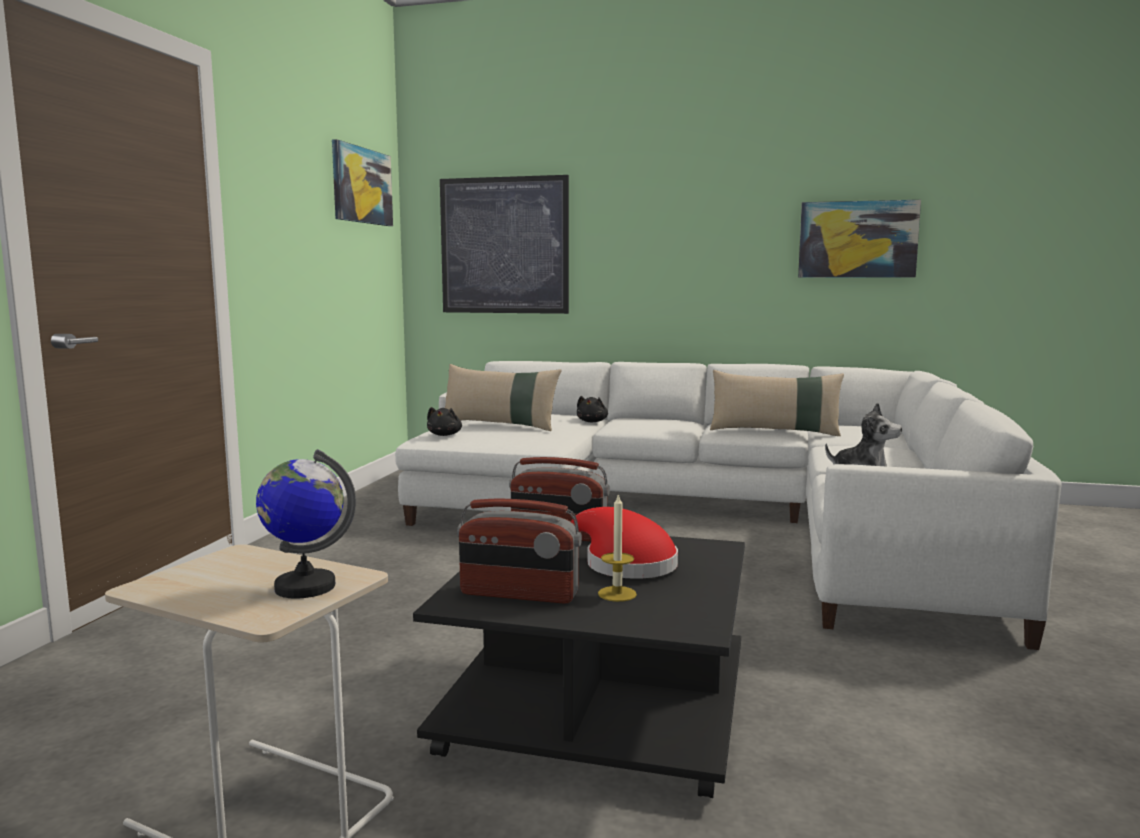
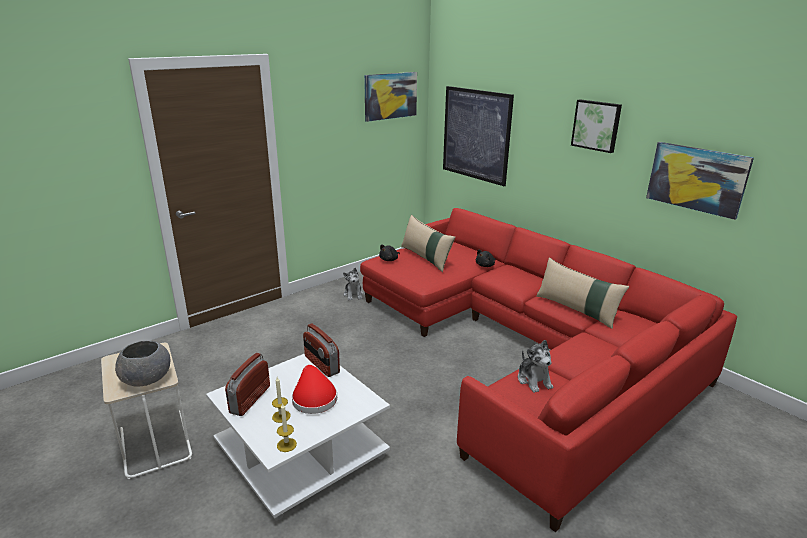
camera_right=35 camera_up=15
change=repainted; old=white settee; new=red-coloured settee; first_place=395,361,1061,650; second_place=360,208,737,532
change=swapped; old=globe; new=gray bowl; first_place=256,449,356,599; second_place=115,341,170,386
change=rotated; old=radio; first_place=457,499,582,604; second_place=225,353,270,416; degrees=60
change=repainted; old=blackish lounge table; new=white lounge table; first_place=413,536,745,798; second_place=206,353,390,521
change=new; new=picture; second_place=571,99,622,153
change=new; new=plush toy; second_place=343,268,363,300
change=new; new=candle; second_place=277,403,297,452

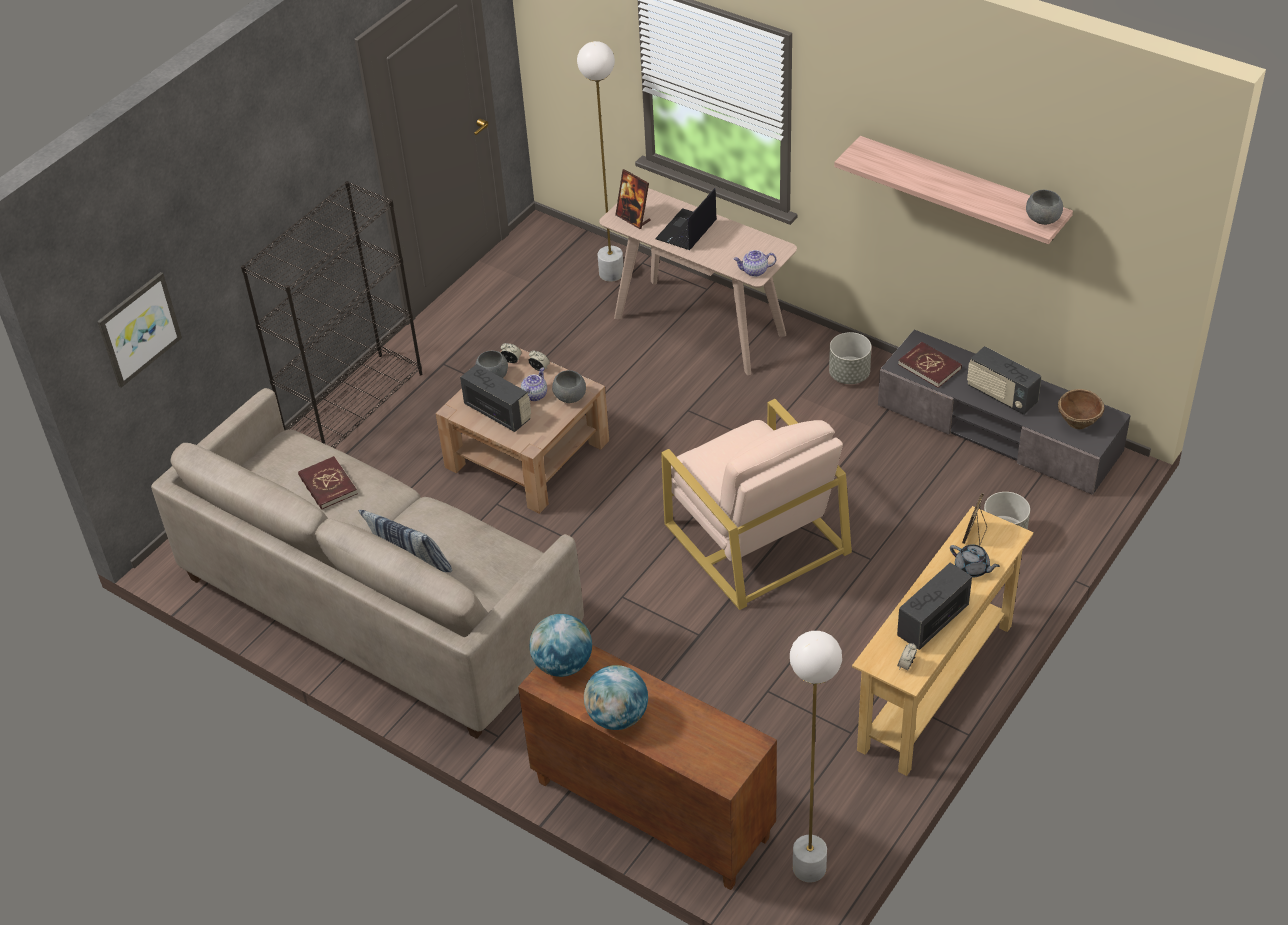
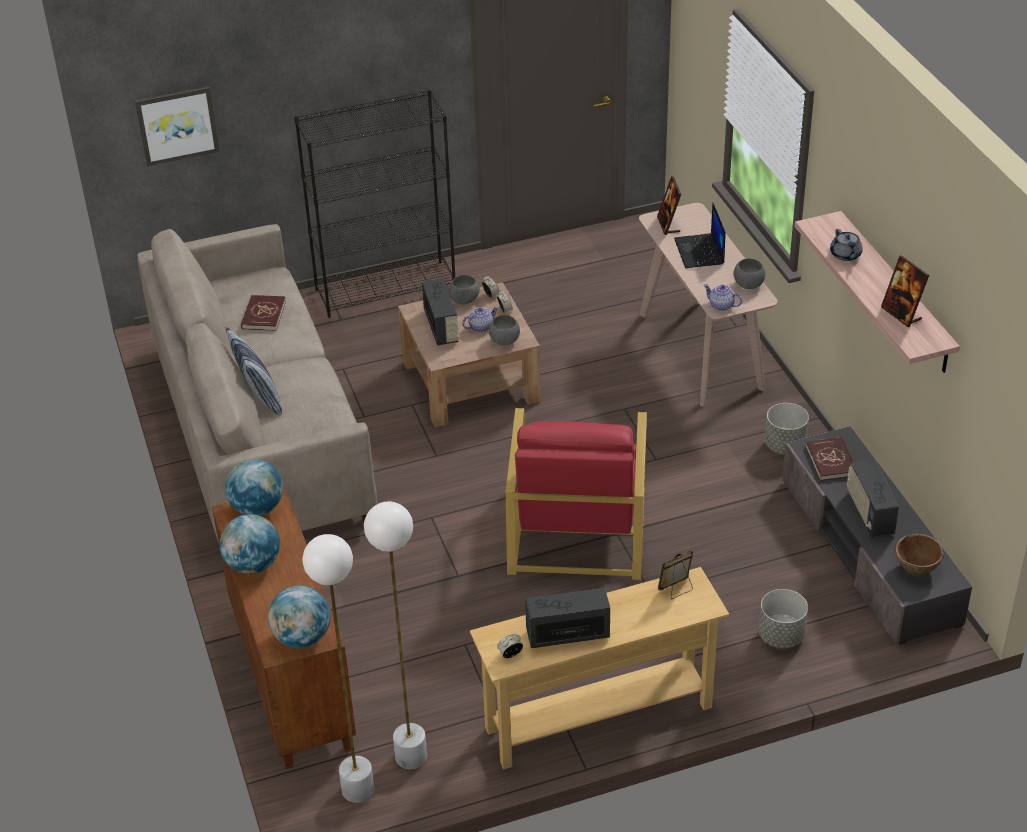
camera_right=35 camera_up=-5
change=shifted; old=white floor lamp; first_place=577,41,623,282; second_place=364,501,427,769
change=rotated; old=notebook computer; first_place=655,188,717,250; second_place=674,202,726,268; degrees=-75
change=shifted; old=gray bowl; first_place=1026,190,1063,225; second_place=733,258,765,289
change=repainted; old=beige-coloured lounge chair; new=red-coloured lounge chair; first_place=661,399,852,610; second_place=506,408,647,580
change=shifted; old=gray tea pot; first_place=950,544,1000,577; second_place=830,229,863,261
change=new; new=picture frame; second_place=881,255,929,327
change=new; new=globe; second_place=268,586,331,648

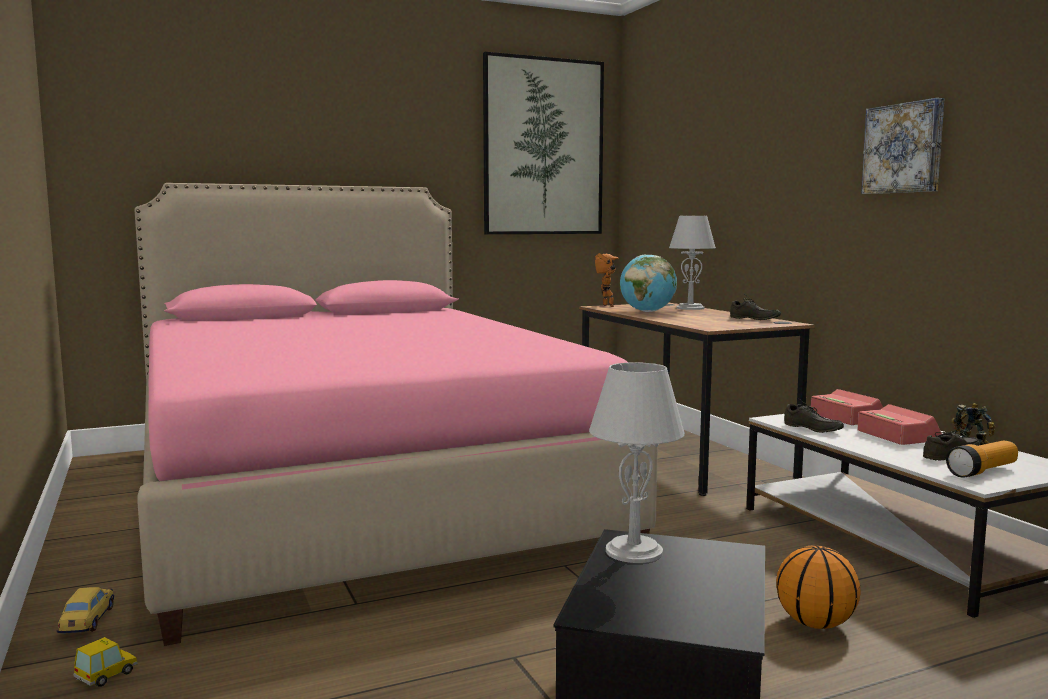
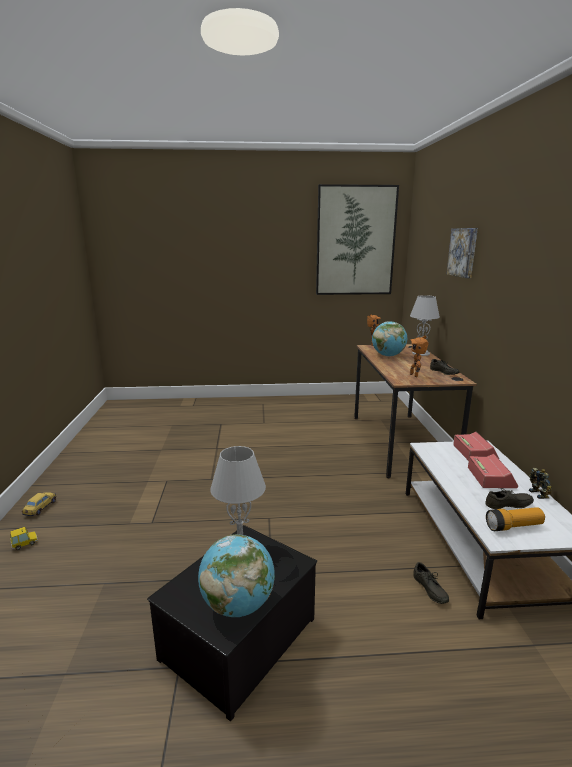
camera_right=20 camera_up=10
change=shifted; old=picture; first_place=861,98,944,194; second_place=446,228,478,278
change=gone; old=pink-coloured bedroom bed; first_place=134,183,658,646
change=shifted; old=gray item of footwear; first_place=784,398,844,433; second_place=413,562,449,604
change=gone; old=basketball; first_place=776,545,861,629
change=new; new=model robot; second_place=410,335,429,377
change=new; new=globe; second_place=198,534,275,617

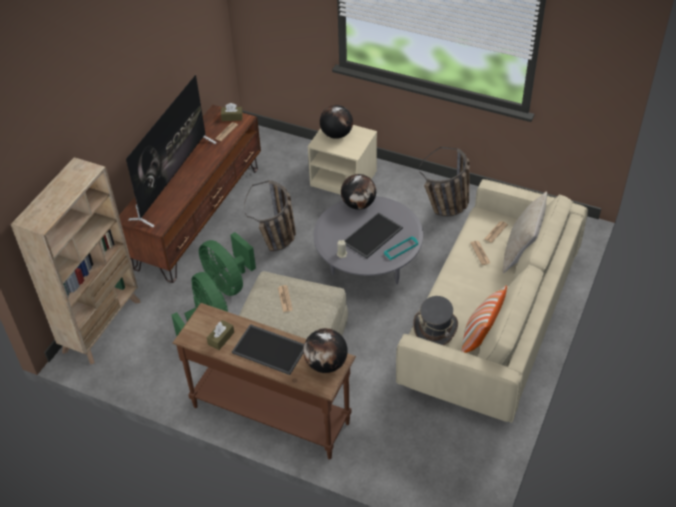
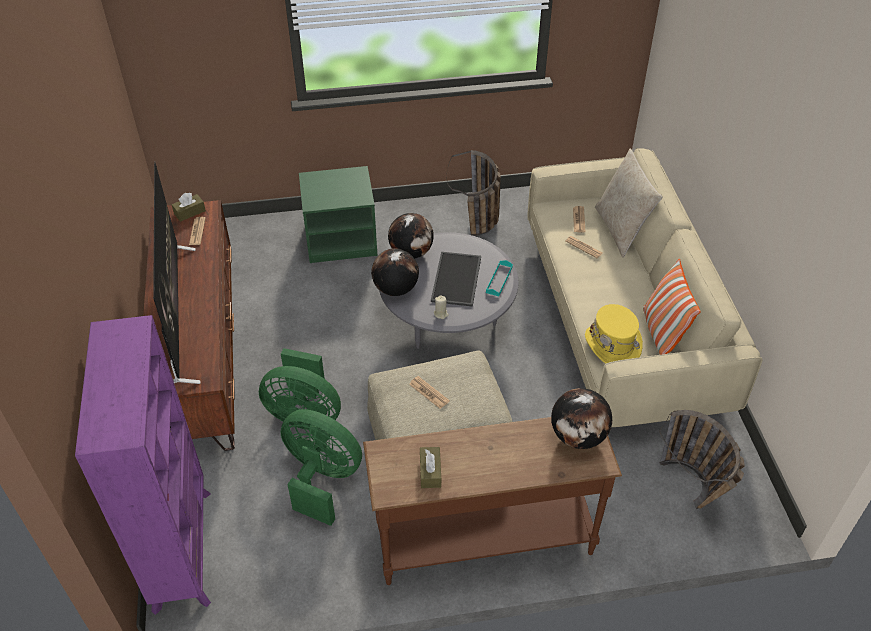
camera_right=-35 camera_up=0
change=shifted; old=globe; first_place=320,105,353,139; second_place=371,248,419,296
change=repainted; old=beige-coloured nightstand; new=green nightstand; first_place=308,125,377,195; second_place=299,166,377,263
change=repainted; old=beige-coloured bookcase; new=purple-coloured bookcase; first_place=11,157,141,364; second_place=75,315,211,615
change=shifted; old=basket; first_place=244,180,296,251; second_place=659,410,745,509
change=repainted; old=gray wearable hat; new=yellow wearable hat; first_place=413,296,458,345; second_place=585,304,643,364
change=gone; old=tray; first_place=232,324,304,375

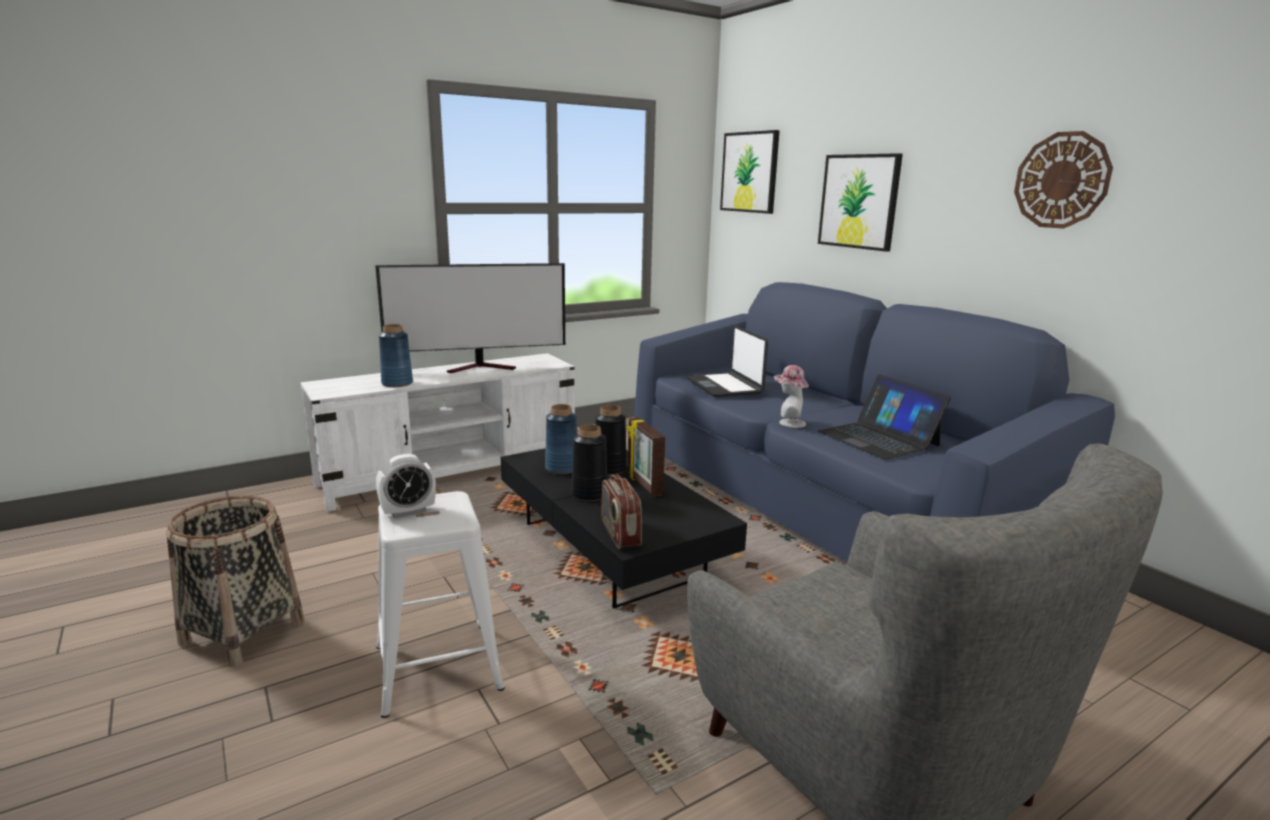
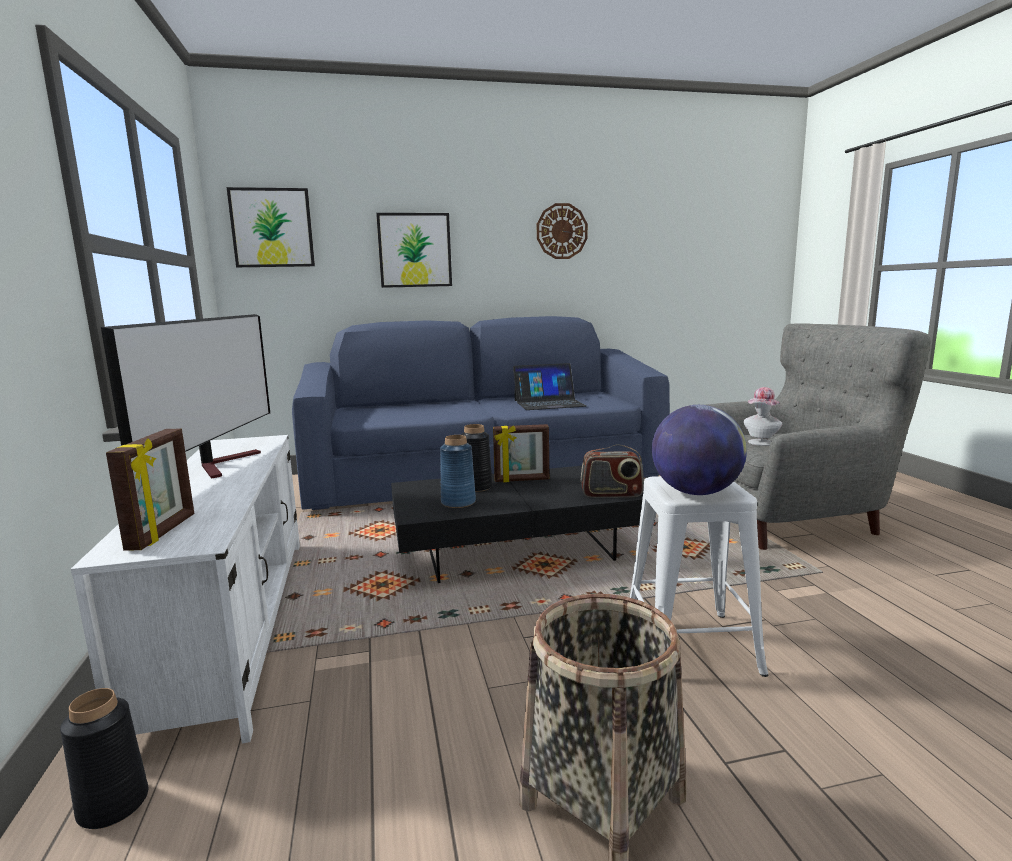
camera_right=-70 camera_up=-5
change=gone; old=bluish decorative vase; first_place=379,324,413,387
change=gone; old=notebook computer; first_place=686,325,768,397
change=shifted; old=wearable hat; first_place=774,365,809,428; second_place=744,387,783,446
change=shifted; old=blackish decorative vase; first_place=571,425,607,501; second_place=60,688,148,829
change=swapped; old=table clock; new=globe; first_place=376,454,436,519; second_place=652,405,747,495
change=new; new=picture frame; second_place=106,429,194,551

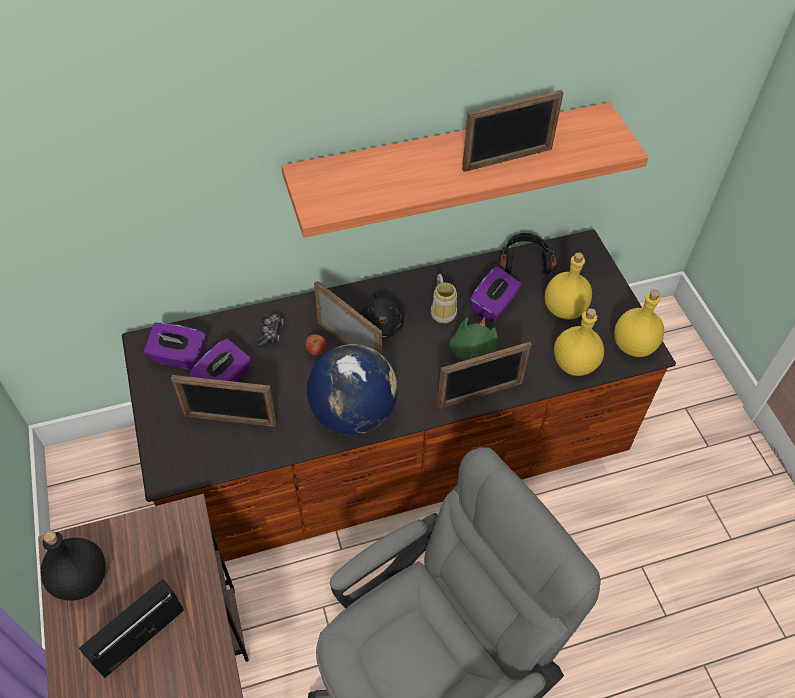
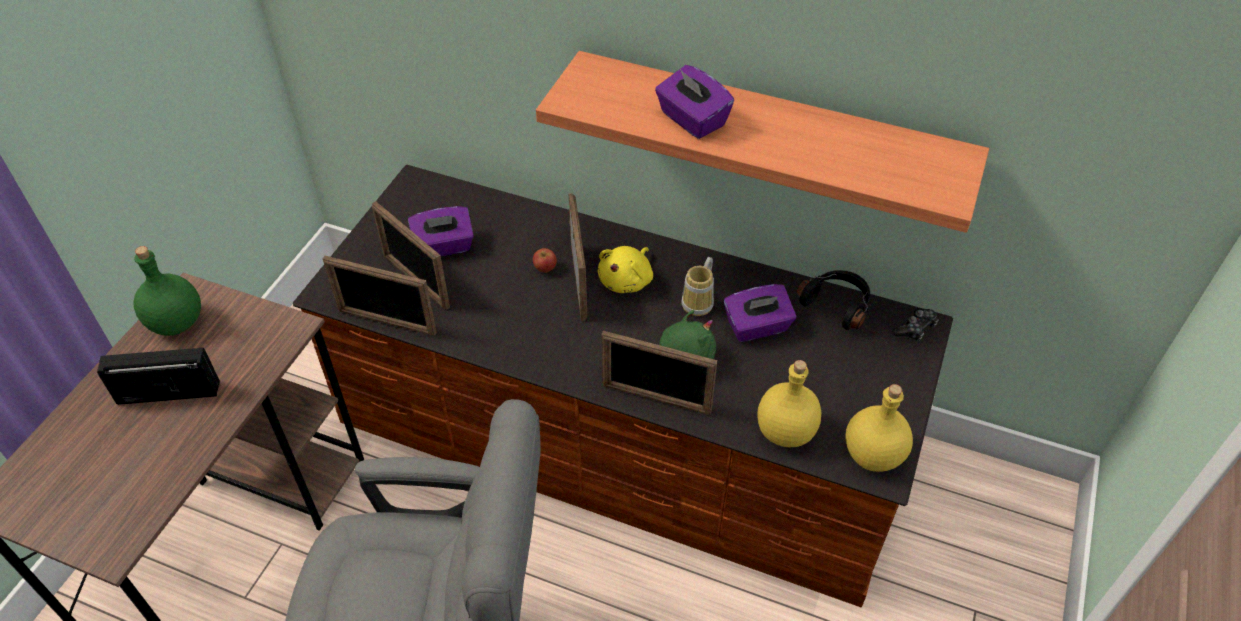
camera_right=40 camera_up=-5
change=shifted; old=picture frame; first_place=462,90,564,172; second_place=323,256,437,336
change=gone; old=yellow beverage bottle; first_place=545,252,592,320
change=repainted; old=blackish plush toy; new=yellow plush toy; first_place=359,292,405,338; second_place=597,246,653,293
change=shifted; old=gamepad; first_place=255,314,283,348; second_place=892,308,939,341
change=shifted; old=purple-coloured tissue box; first_place=144,323,205,370; second_place=655,65,734,139
change=gone; old=globe; first_place=307,344,398,435
change=repainted; old=blackish beverage bottle; new=green beverage bottle; first_place=41,531,106,601; second_place=134,246,201,336

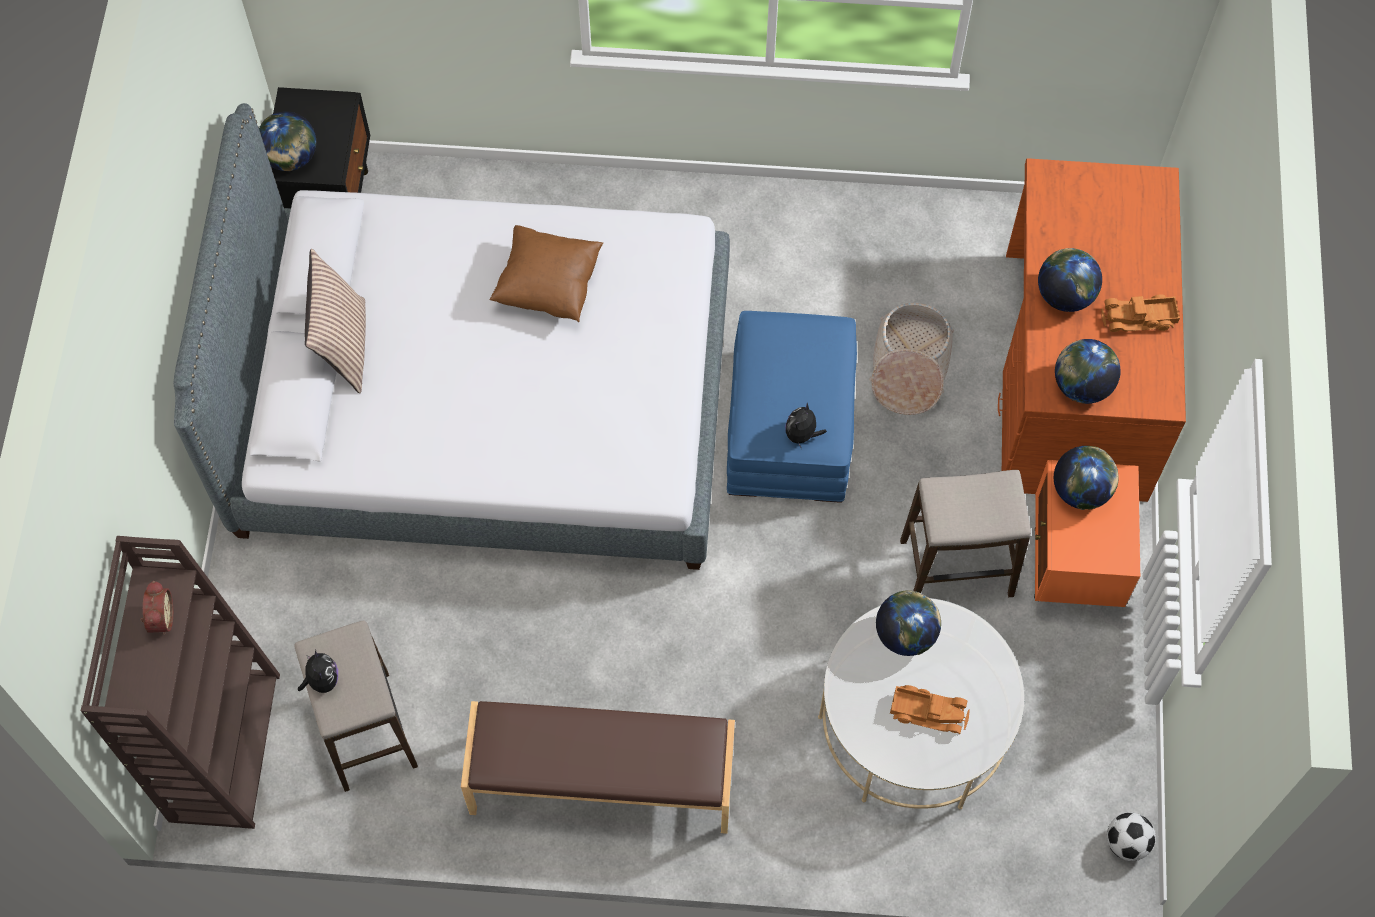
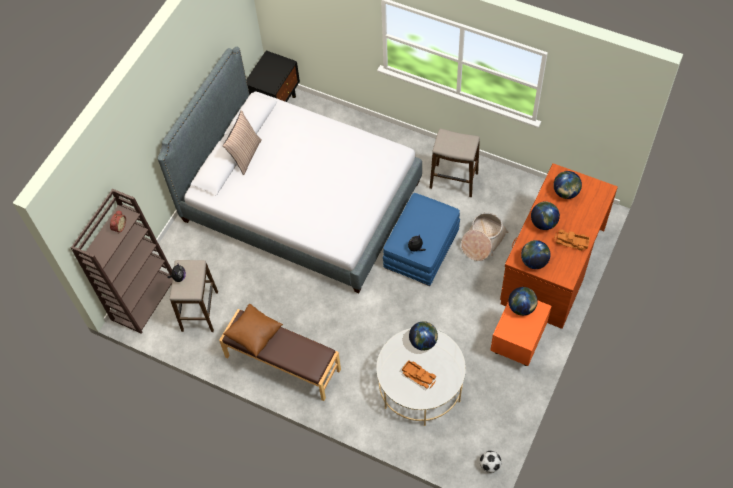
camera_right=25 camera_up=-5
change=shifted; old=globe; first_place=259,111,316,171; second_place=553,171,582,199
change=shifted; old=brown-coloured pillow; first_place=490,225,603,322; second_place=223,304,283,357
change=shifted; old=stool; first_place=900,470,1031,597; second_place=430,129,480,197

